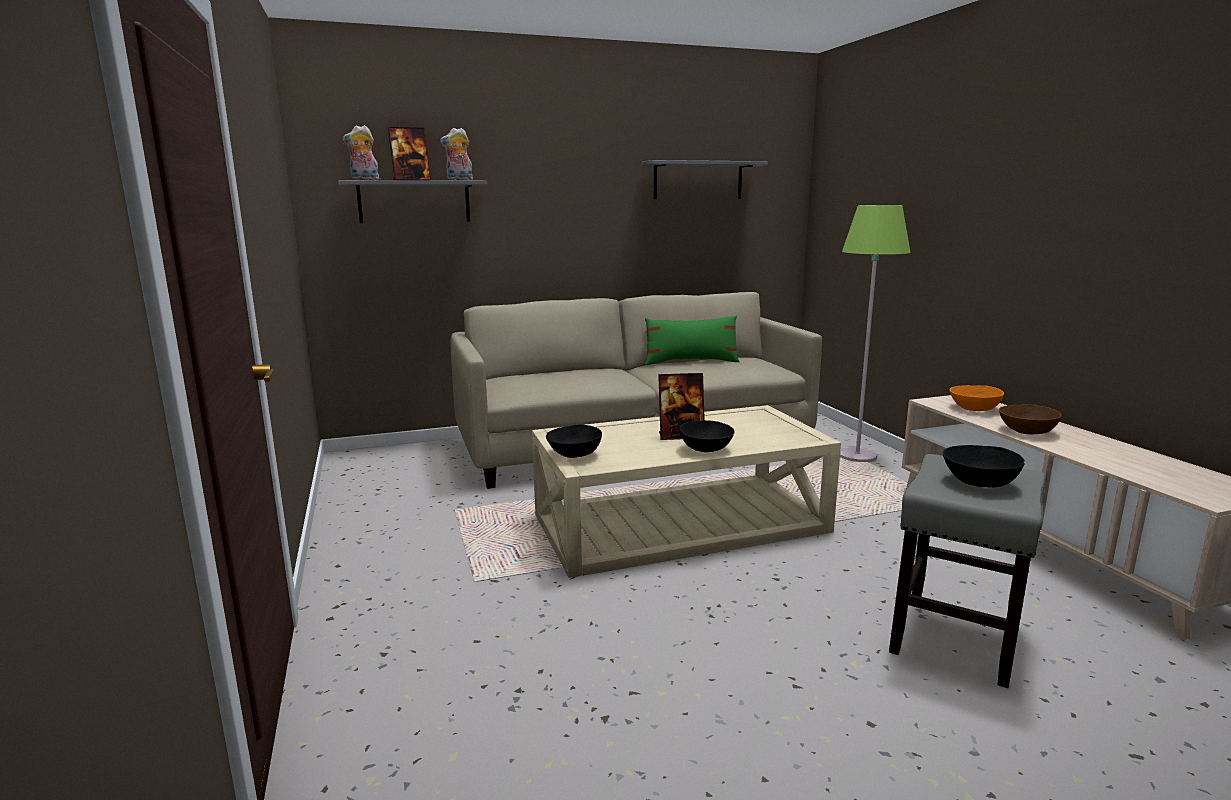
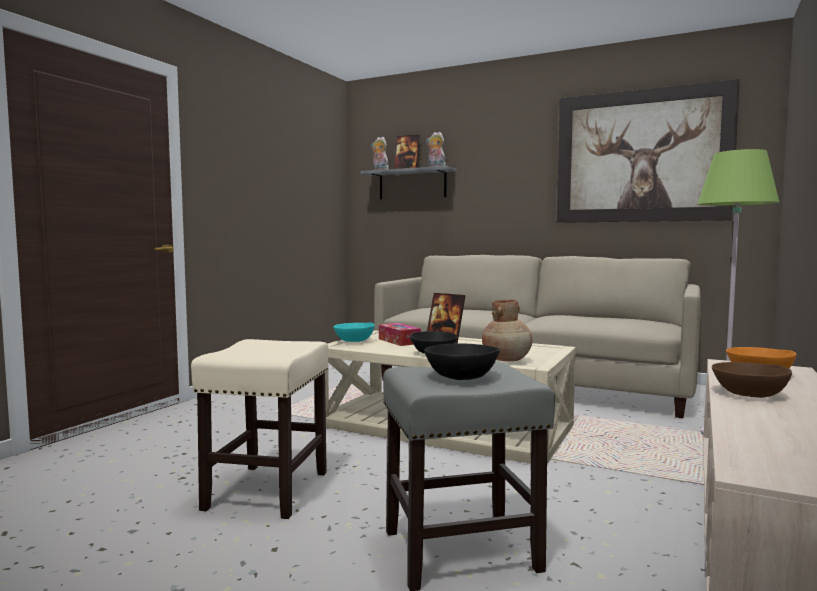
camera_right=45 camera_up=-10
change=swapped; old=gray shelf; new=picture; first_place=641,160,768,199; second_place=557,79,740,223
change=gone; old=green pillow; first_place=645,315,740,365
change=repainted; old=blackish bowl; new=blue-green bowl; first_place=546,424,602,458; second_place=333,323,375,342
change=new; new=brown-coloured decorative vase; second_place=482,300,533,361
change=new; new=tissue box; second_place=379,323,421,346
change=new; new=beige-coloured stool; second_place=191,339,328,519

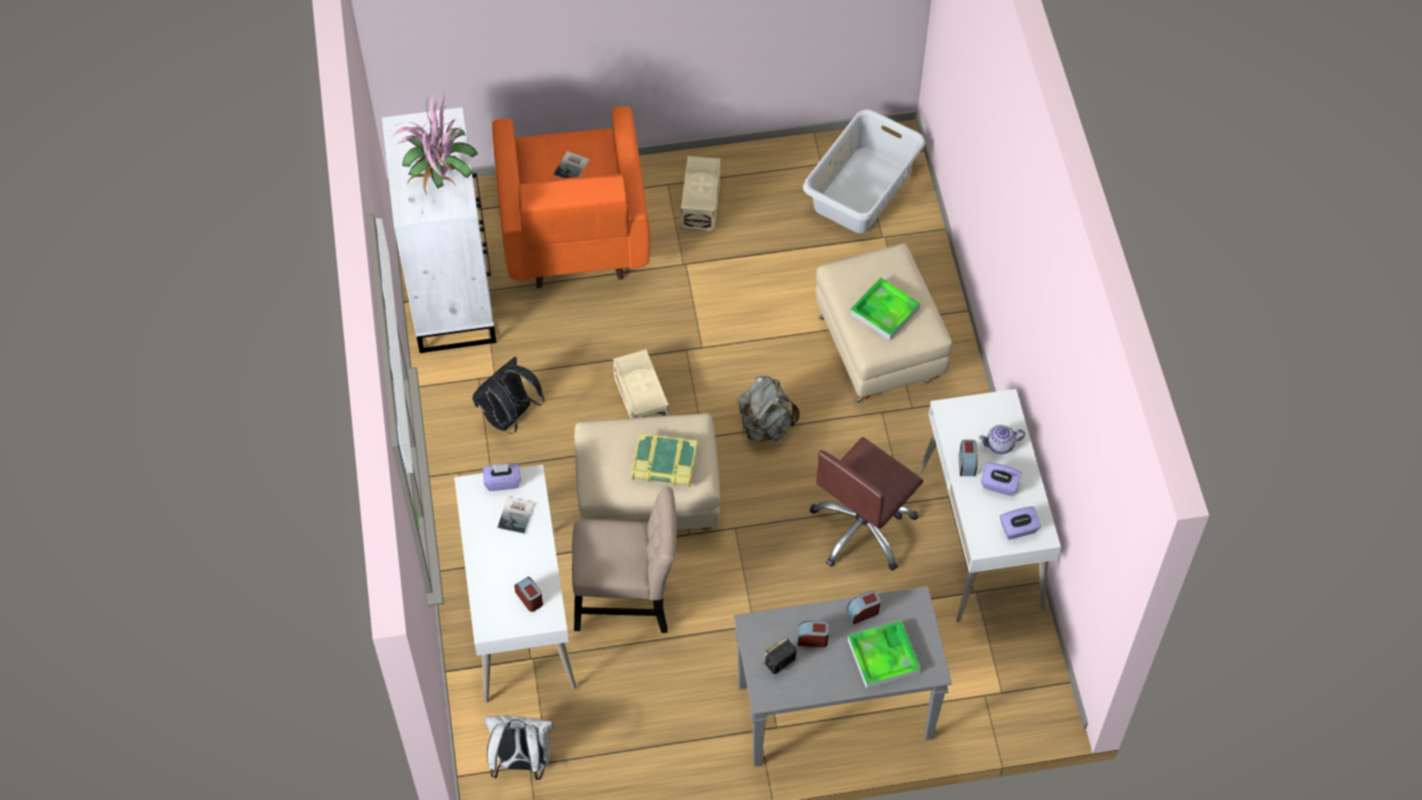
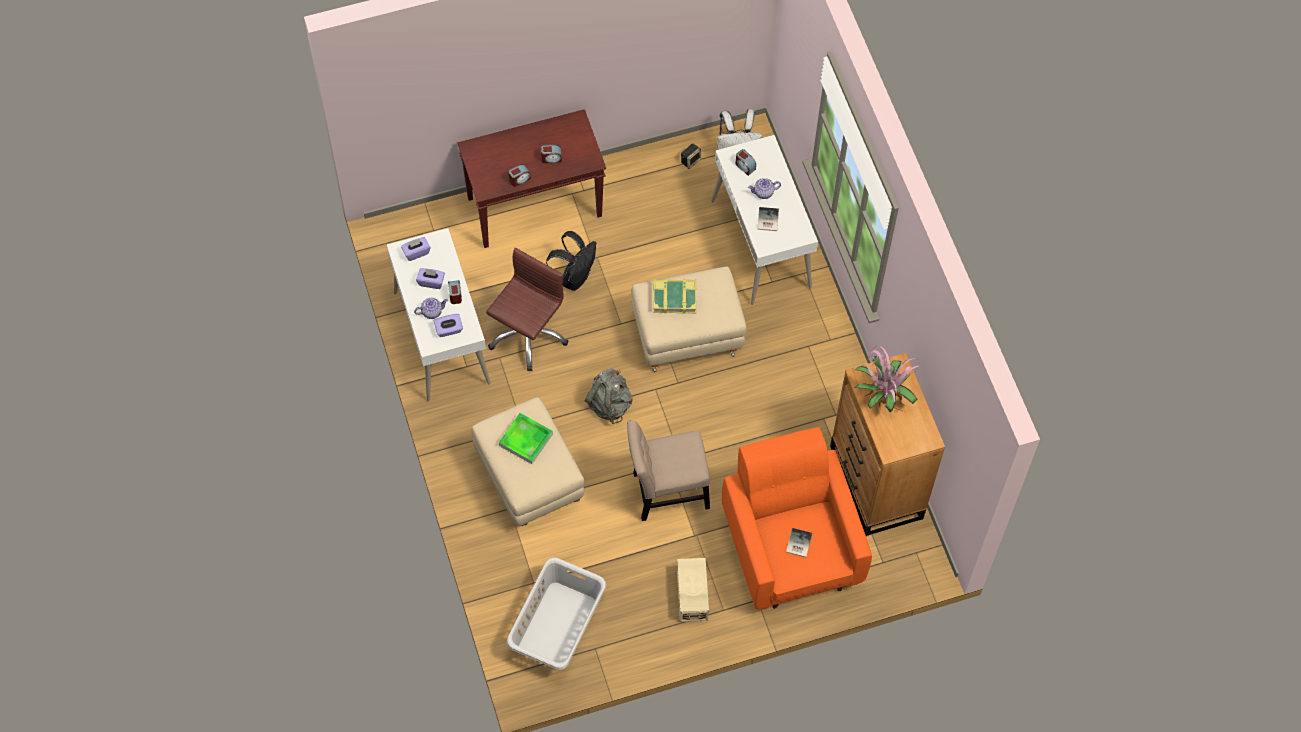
camera_right=170 camera_up=5
change=repainted; old=white chest of drawers; new=brown-coloured chest of drawers; first_place=382,107,497,353; second_place=830,353,945,536
change=gone; old=beige-coloured storage bin; first_place=613,349,669,418
change=shifted; old=blackish knapsack; first_place=472,357,545,434; second_place=546,231,596,291
change=shifted; old=purple-coloured tissue box; first_place=483,463,521,491; second_place=434,314,463,337
change=shifted; old=beige-coloured upright chair; first_place=572,487,677,633; second_place=627,420,710,521
change=repainted; old=gray narrow table; new=brown-coloured narrow table; first_place=734,586,952,767; second_place=457,109,606,248
change=gone; old=tray; first_place=848,620,920,689
change=shifted; old=audio speaker; first_place=763,637,797,675; second_place=681,143,701,169
change=new; new=tea pot; second_place=748,178,781,199

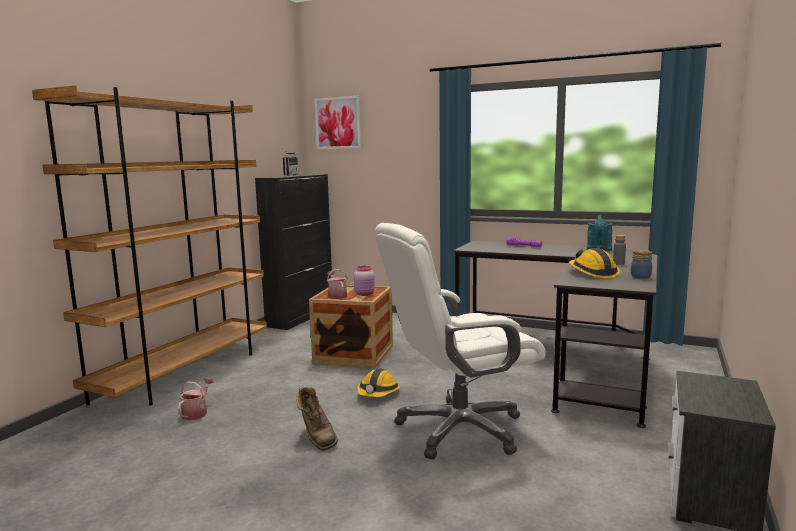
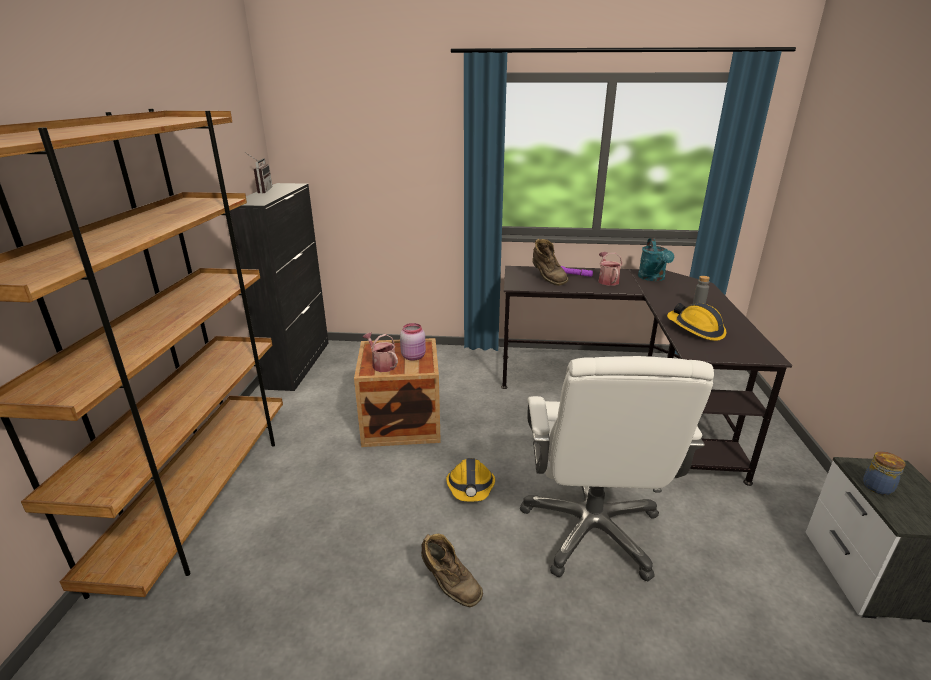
camera_right=-20 camera_up=15
change=gone; old=picture; first_place=315,96,361,149
change=rotated; old=white desk chair; first_place=375,223,546,459; second_place=520,356,714,581; degrees=-45
change=shifted; old=preserve jar; first_place=631,250,652,279; second_place=863,451,905,495
change=shifted; old=watering can; first_place=178,378,213,420; second_place=599,252,622,286
change=new; new=brown-coloured high-top boot; second_place=533,238,569,286

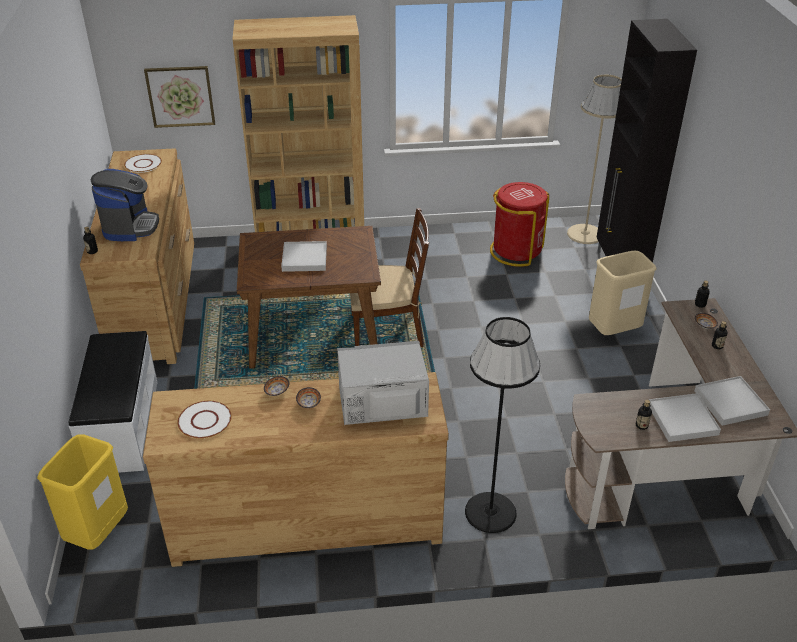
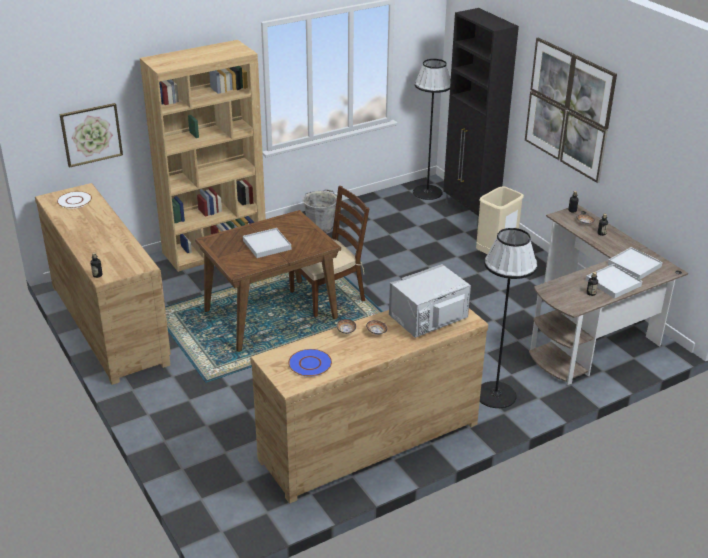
camera_right=-25 camera_up=-5
change=repainted; old=beige-coloured floor lamp; new=blackish floor lamp; first_place=567,75,622,244; second_place=413,59,451,200
change=gone; old=coffee maker; first_place=91,169,159,241
change=gone; old=red-coloured waste bin; first_place=490,182,549,267
change=gone; old=white bench; first_place=68,331,158,473
change=repainted; old=white dinner plate; new=bluish dinner plate; first_place=177,401,232,438; second_place=288,349,332,377
change=gone; old=yellow waste bin; first_place=37,434,128,550
change=new; new=picture; second_place=525,38,617,183
change=new; new=gray pail; second_place=303,189,337,234

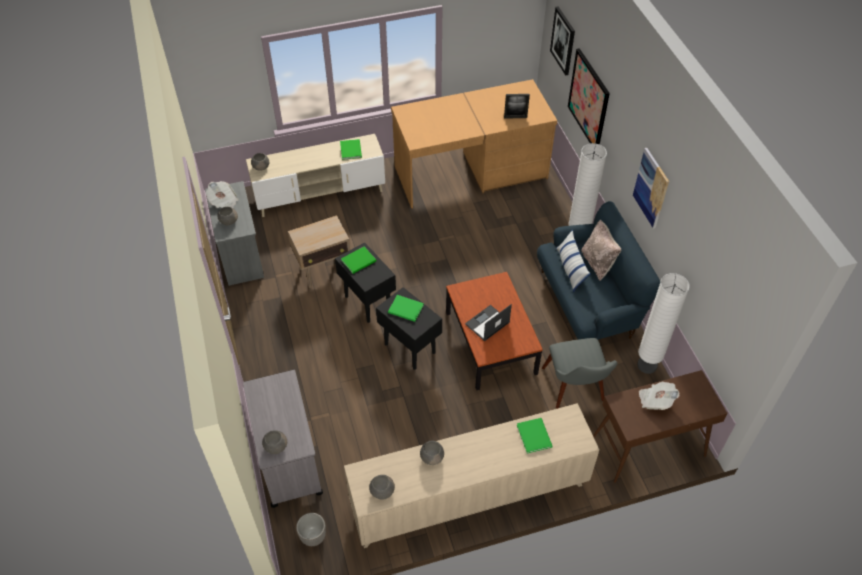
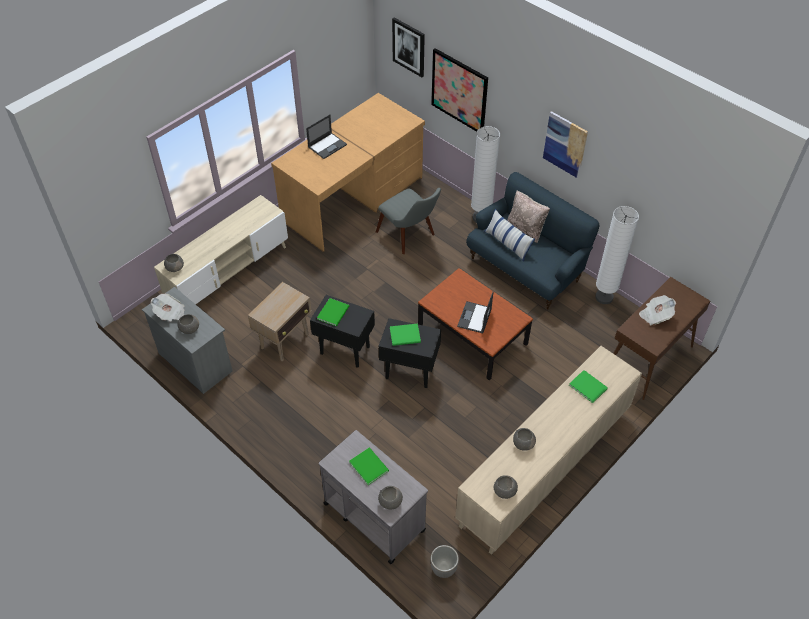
camera_right=-30 camera_up=0
change=gone; old=picture frame; first_place=504,94,530,119
change=shifted; old=green bound book; first_place=340,139,362,160; second_place=349,448,389,485
change=shifted; old=gray upright chair; first_place=542,338,618,409; second_place=376,188,441,254
change=new; new=notebook computer; second_place=306,114,347,159

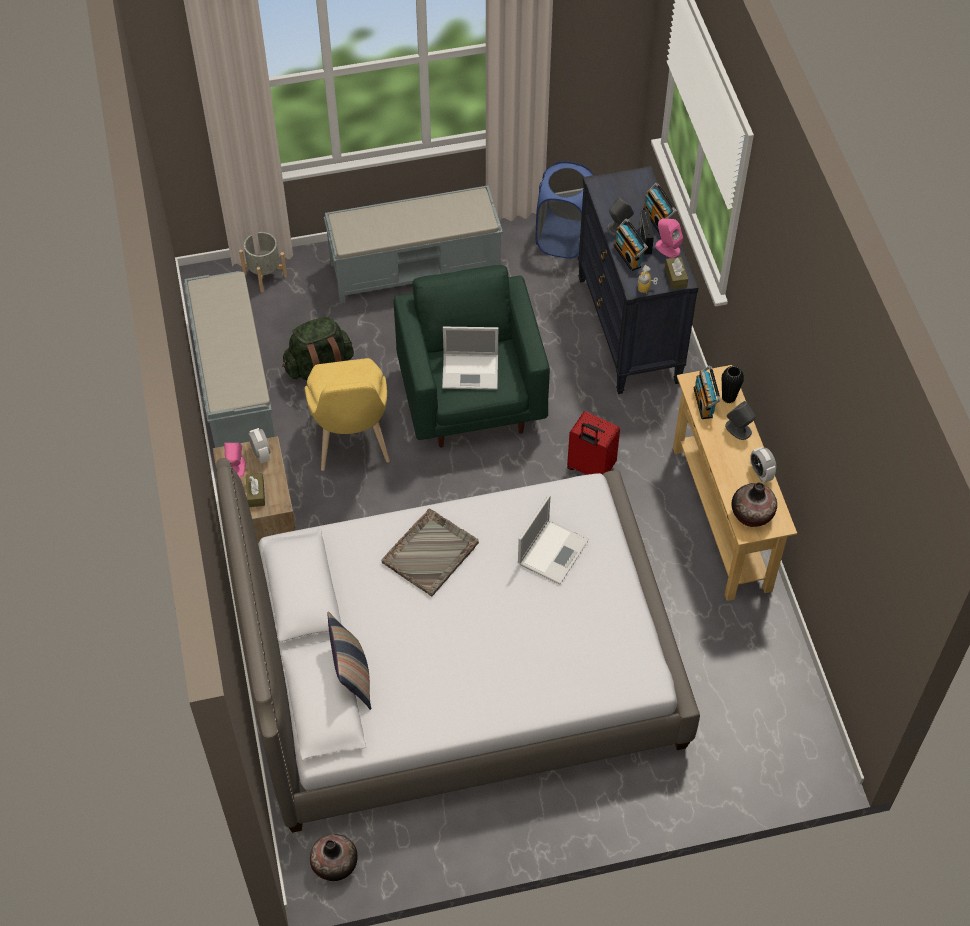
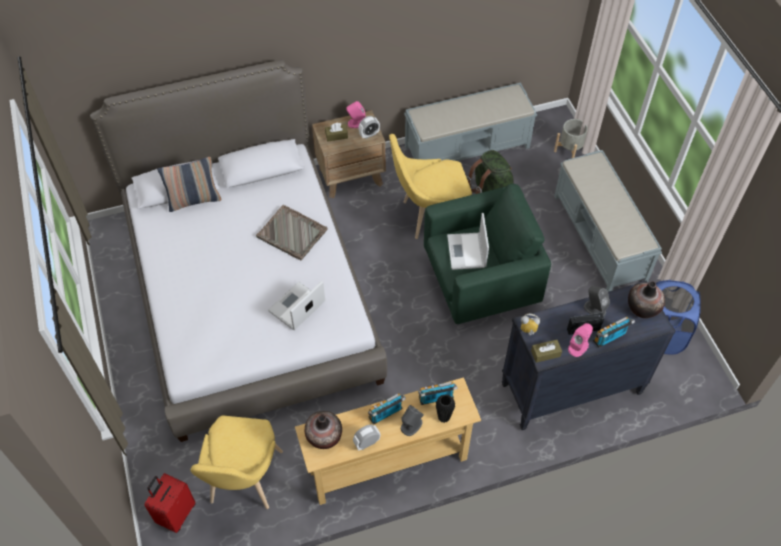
camera_right=85 camera_up=0
change=shifted; old=radio; first_place=614,219,648,271; second_place=368,393,406,425
change=shifted; old=red-coloured piece of luggage; first_place=567,411,620,475; second_place=144,473,196,533
change=rotated; old=notebook computer; first_place=518,495,589,585; second_place=268,281,325,330; degrees=105
change=shifted; old=decorative vase; first_place=310,834,357,881; second_place=628,281,665,318
change=new; new=yellow upright chair; second_place=190,415,283,509

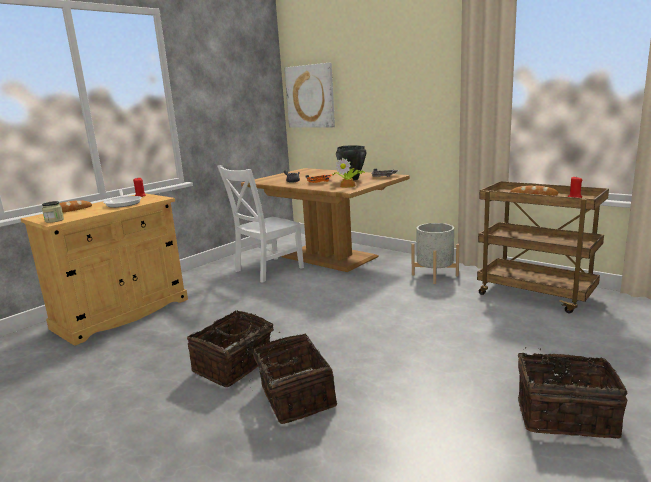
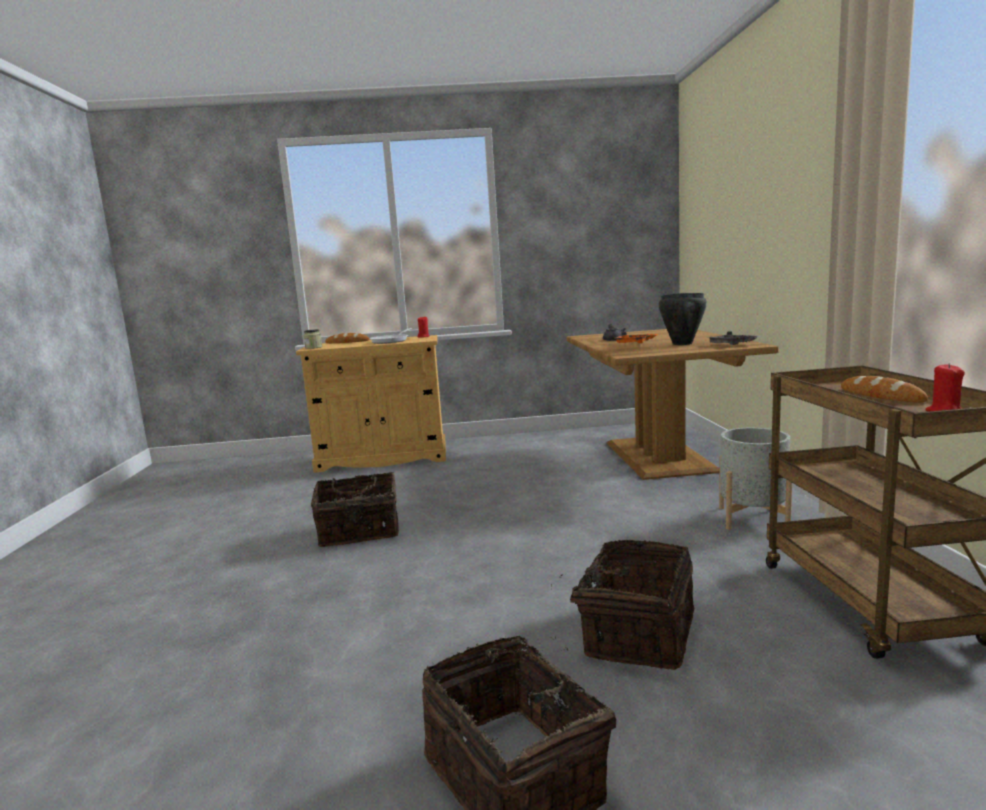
camera_right=45 camera_up=-5
change=gone; old=picture; first_place=284,63,335,128
change=gone; old=houseplant; first_place=332,158,365,188
change=gone; old=white upright chair; first_place=217,165,304,283
change=shifted; old=basket; first_place=249,334,337,424; second_place=551,540,694,670

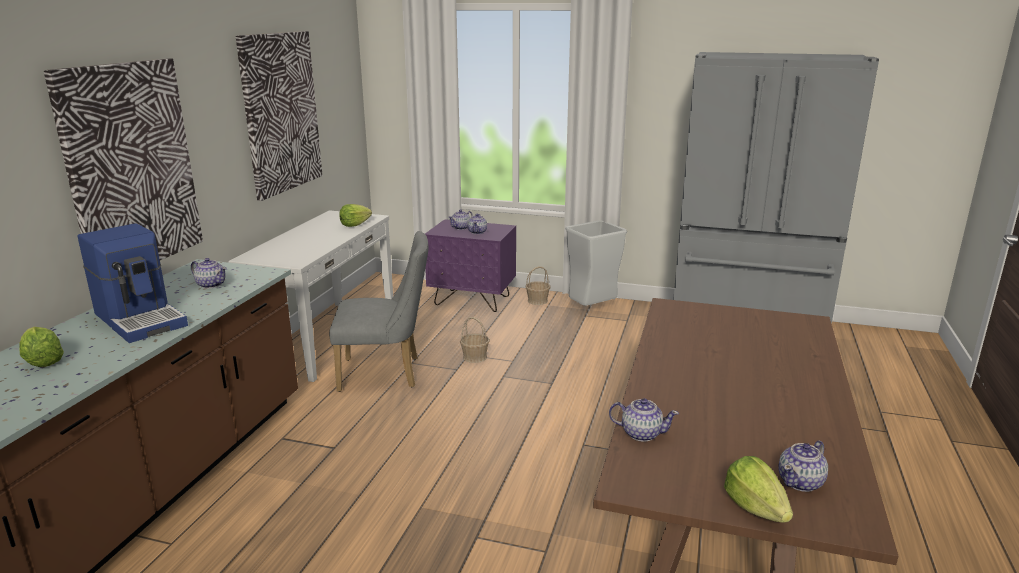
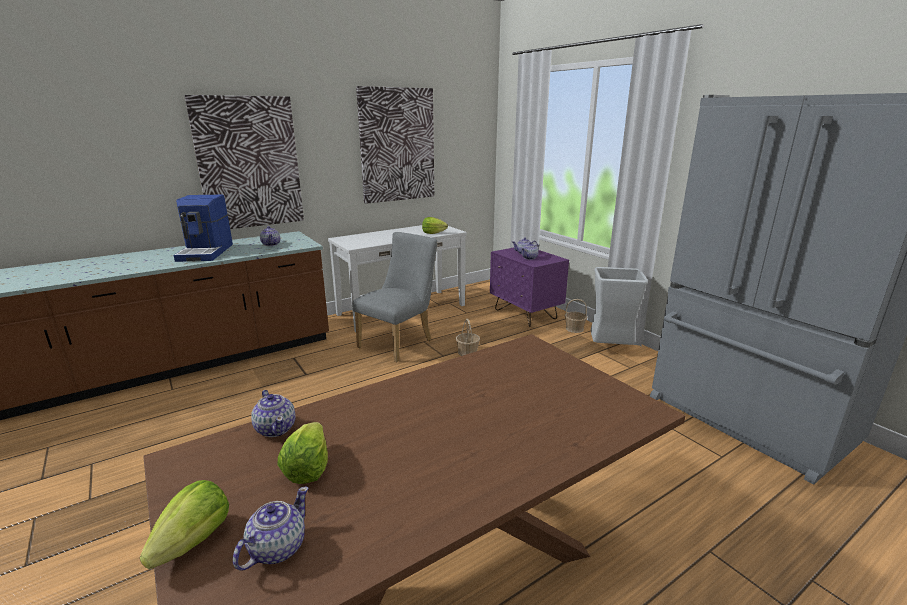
camera_right=40 camera_up=0
change=rotated; old=gray upright chair; first_place=329,231,429,392; second_place=352,232,438,362; degrees=-90
change=shifted; old=head of lettuce; first_place=19,327,64,367; second_place=277,422,328,484
change=rotated; old=tea pot; first_place=778,441,828,492; second_place=233,487,308,571; degrees=120

